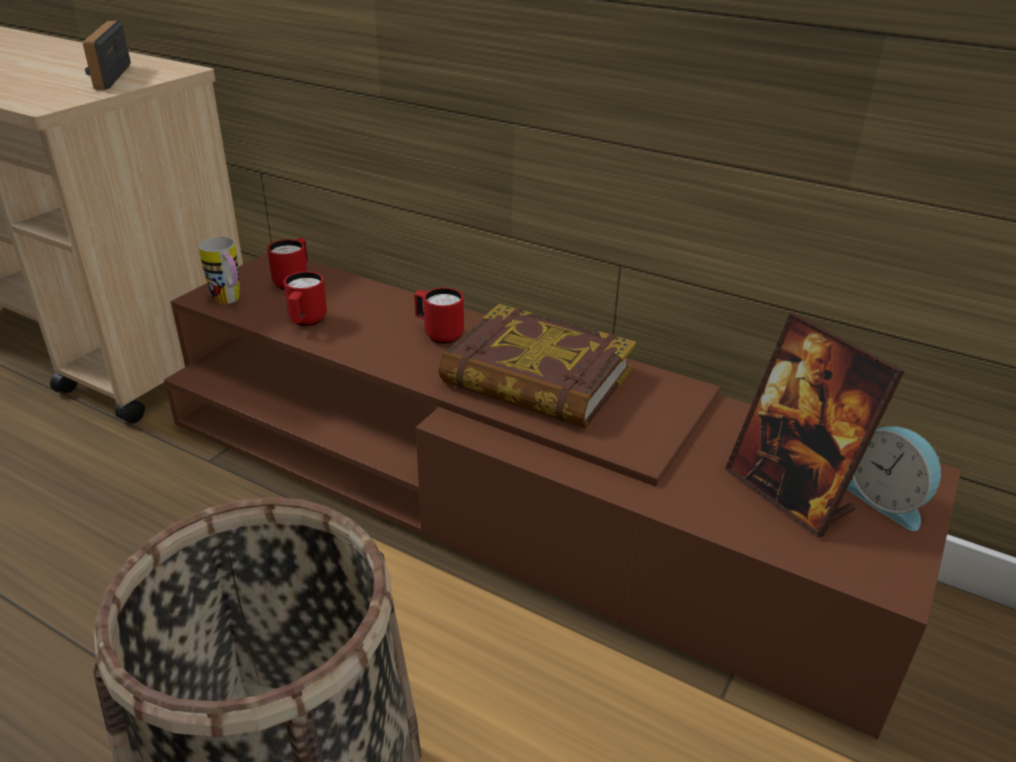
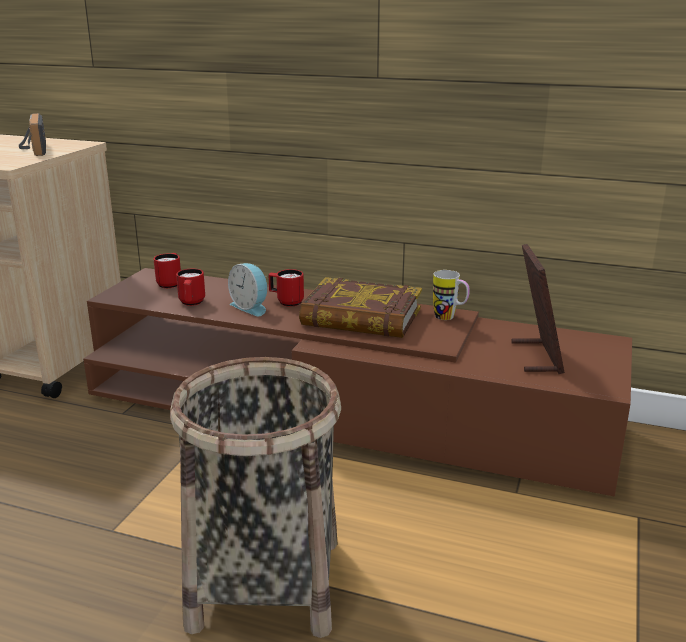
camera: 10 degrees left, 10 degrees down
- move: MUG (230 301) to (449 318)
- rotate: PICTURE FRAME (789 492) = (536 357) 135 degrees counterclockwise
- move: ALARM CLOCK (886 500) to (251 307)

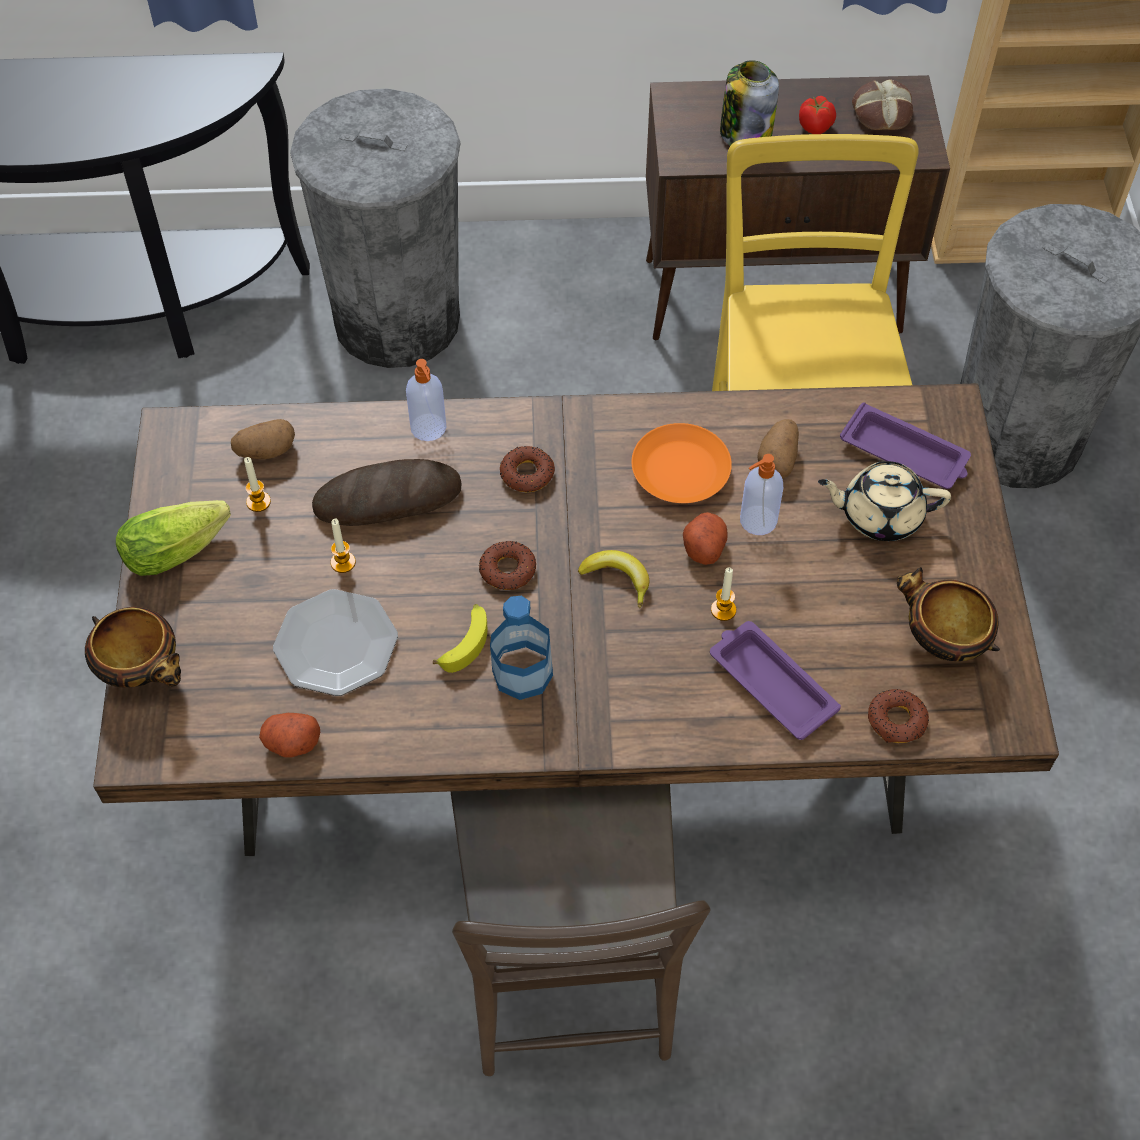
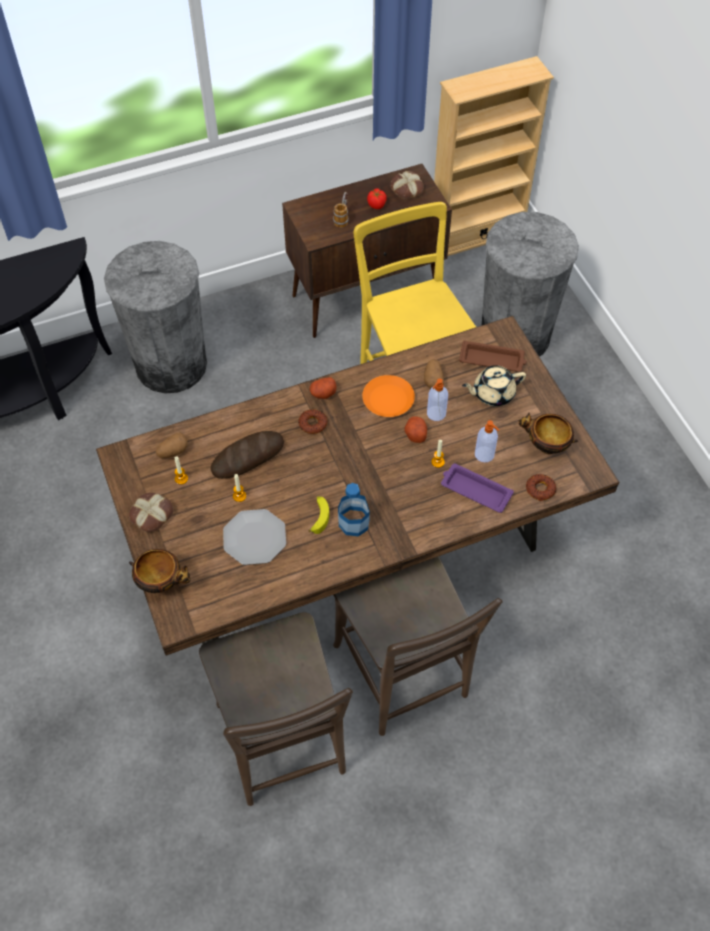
camera: 20 degrees left, 0 degrees up
- replace: LETTUCE (181 548) to BREAD (151 514)
- move: POTATO (291 743) to (323 393)
- move: SOAP DISPENSER (429 428) to (485 455)
- delete: DONUT (507 570)
- delete: BANANA (618 578)
- replace: JAR (745 134) to MUG (342 218)
- recolor: PURPLE TRAY (906 453) to BROWN TRAY (493 360)
- insert: BROWN CHAIR (283 745)

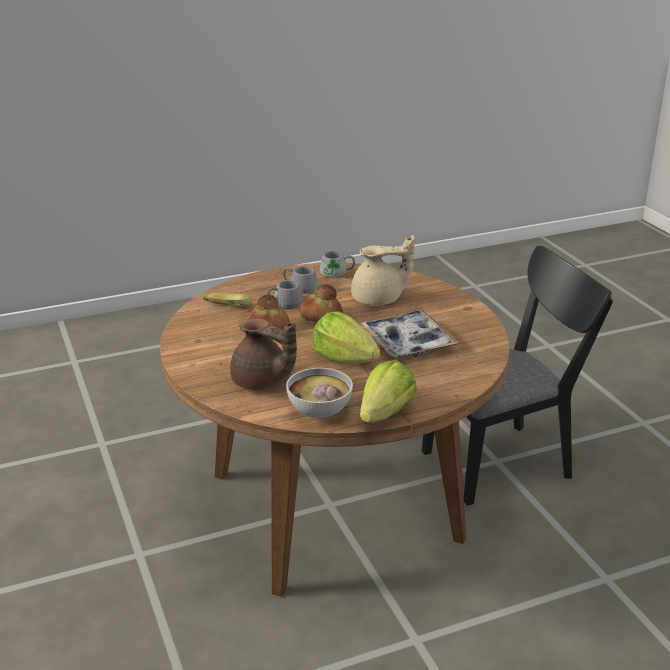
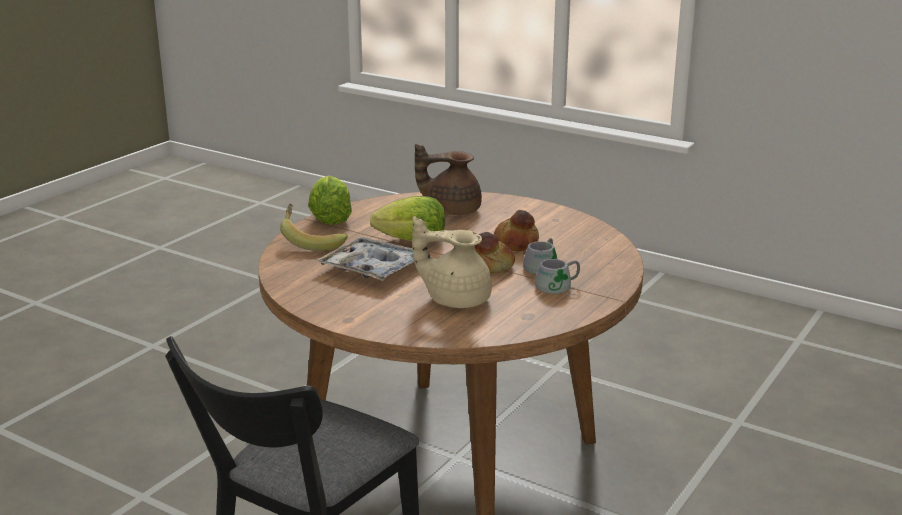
camera: 145 degrees right, 5 degrees down
- move: BANANA (225 313) to (312 242)
- delete: BOWL (319 412)
- delete: GREY MUG (336 274)
- rotate: BEIGE TEAPOT (379 300) = (456 299) 60 degrees clockwise

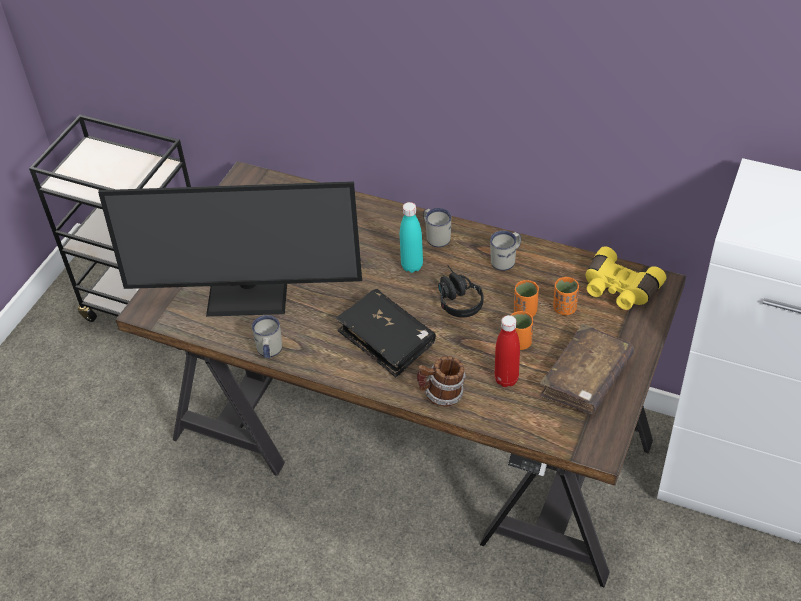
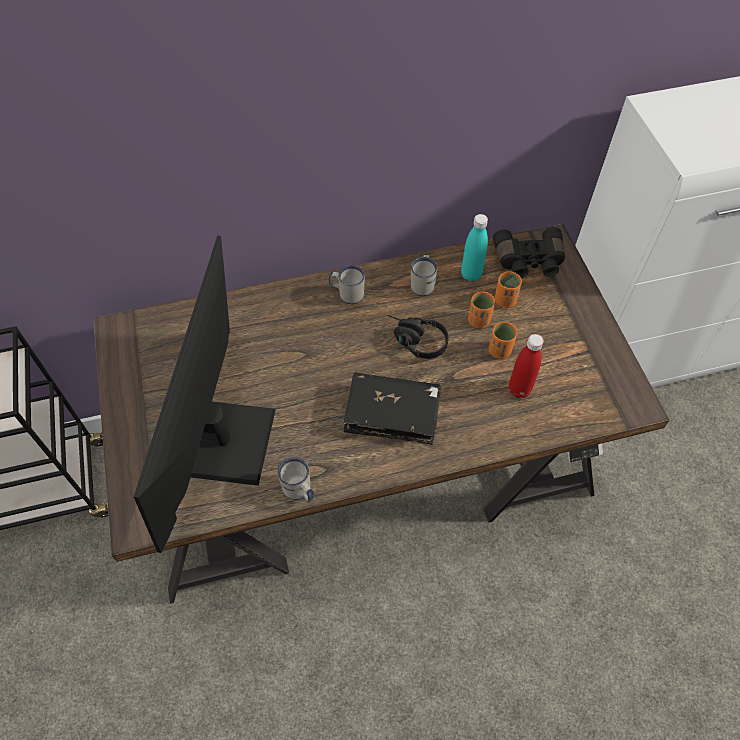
camera: 40 degrees left, 10 degrees up
- rotate: MONITOR (248 289) = (222 440) 135 degrees clockwise
- move: TURQUOISE BOTTLE (412 266) to (471 274)
- delete: MUG (441 395)
- delete: BROWN BOOK (586 378)
- recolor: YELLOW BINOCULARS (618 289) to BLACK BINOCULARS (529 261)

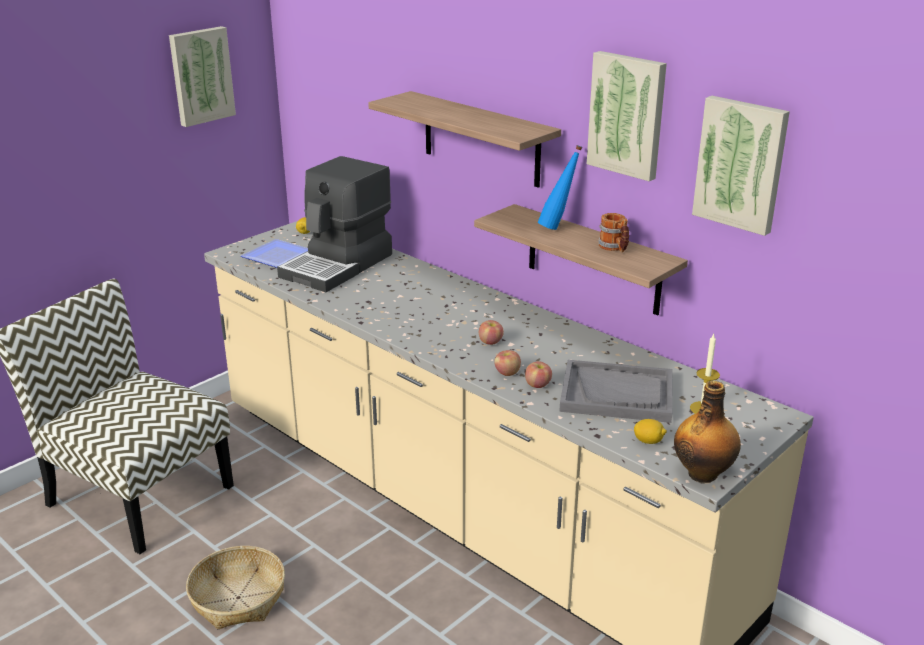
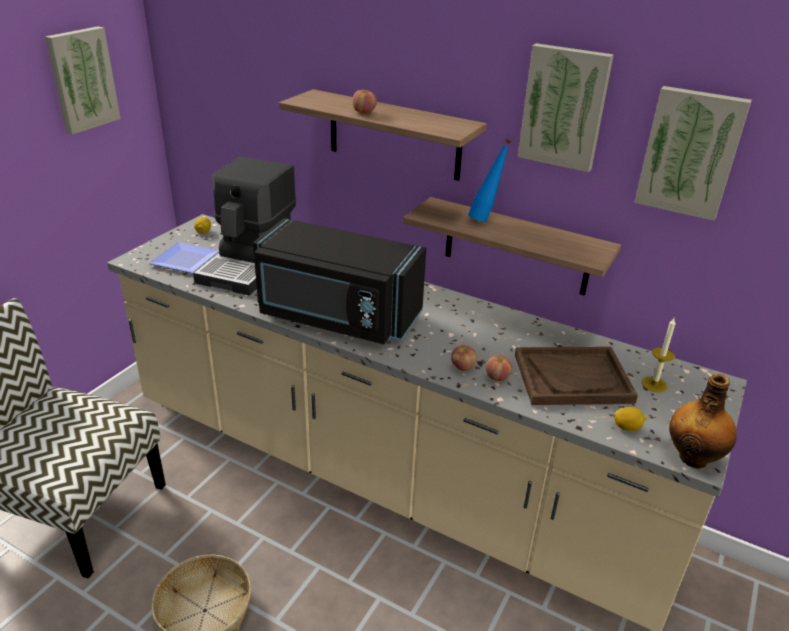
camera: 15 degrees left, 5 degrees up
- move: APPLE (490 342) to (364 112)
- recolor: GREY TRAY (617 394) to BROWN TRAY (572 378)
- delete: MUG (614 248)
- insert: BLACK MICROWAVE (336 317)

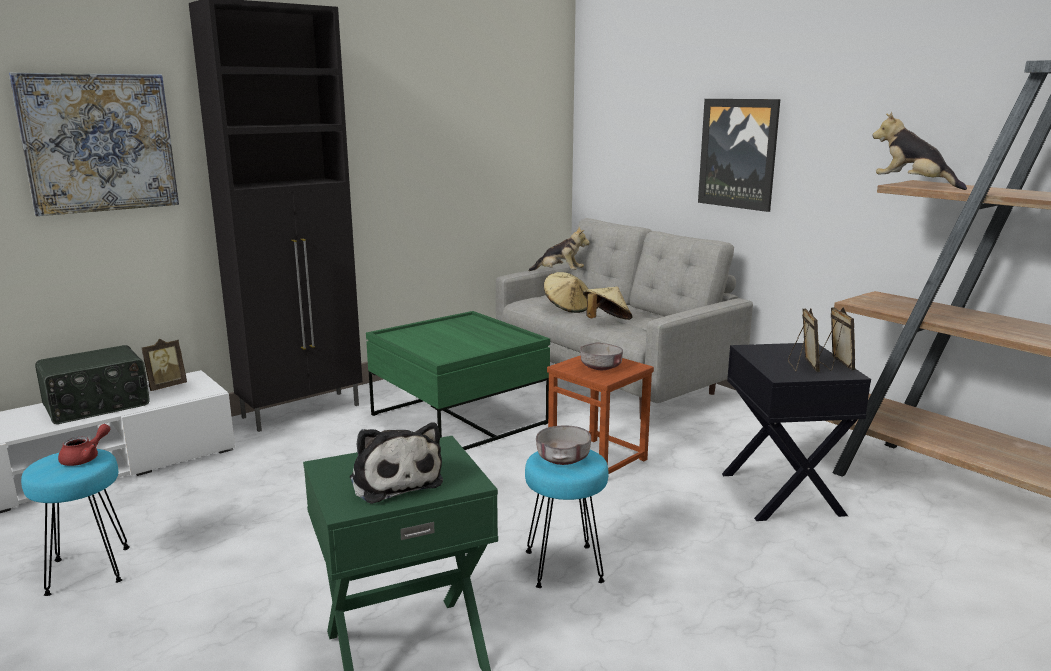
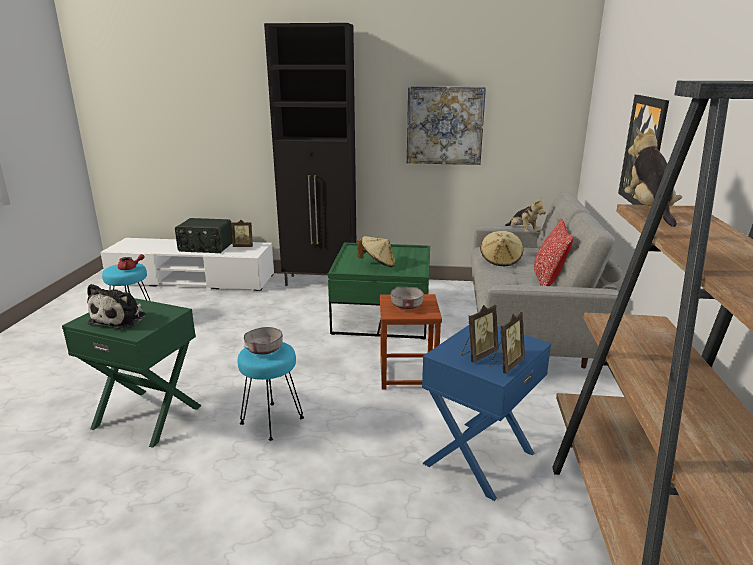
camera: 45 degrees right, 5 degrees up
- move: PICTURE (99 143) to (444 125)
- move: BEIGE HAT (606 322) to (378 264)
- recolor: BLACK SIDE TABLE (780 494) to BLUE SIDE TABLE (477 457)
- insert: PILLOW (548 282)

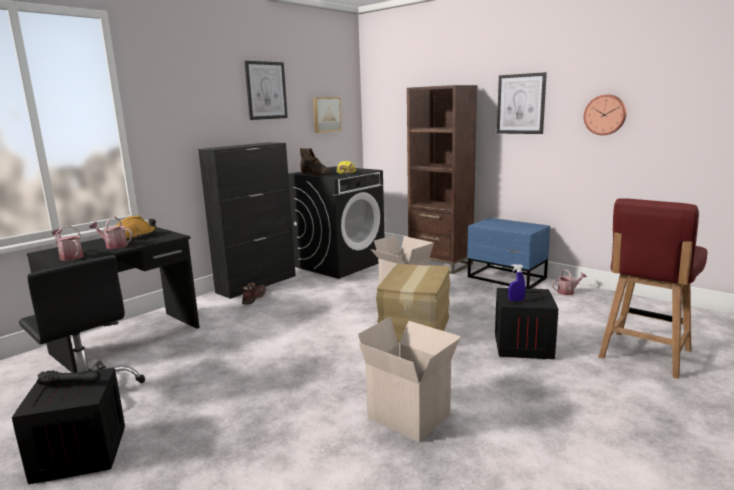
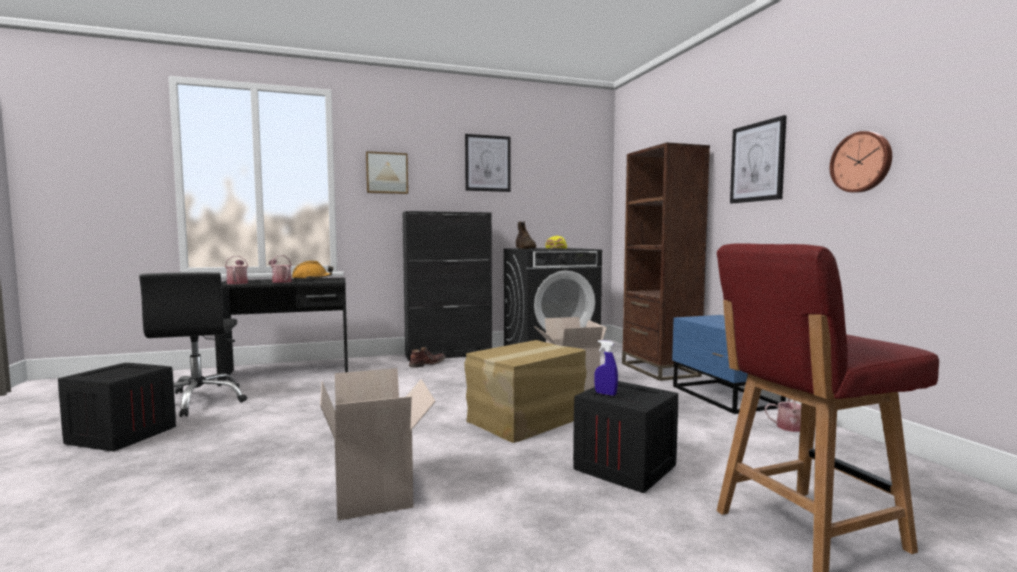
camera: 30 degrees right, 10 degrees down
- delete: BLACK FLASHLIGHT (70 383)
- move: PICTURE (326 114) to (387 173)

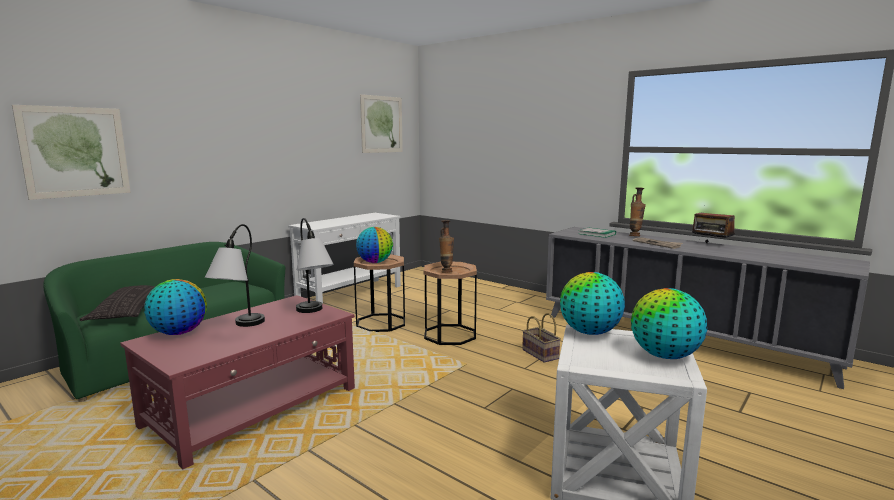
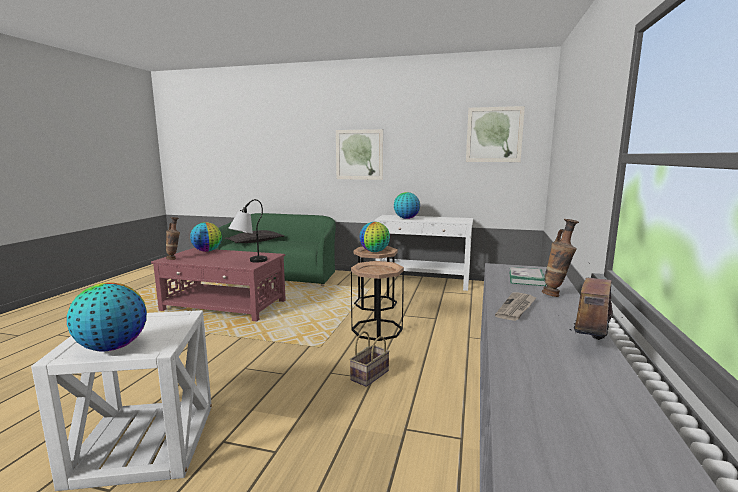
camera: 65 degrees right, 0 degrees up
- move: PICTURE (75 152) to (359 154)
- delete: TABLE LAMP (238 328)
- move: VASE (446 272) to (174 259)
- move: GLOBE (589 332) to (406 218)

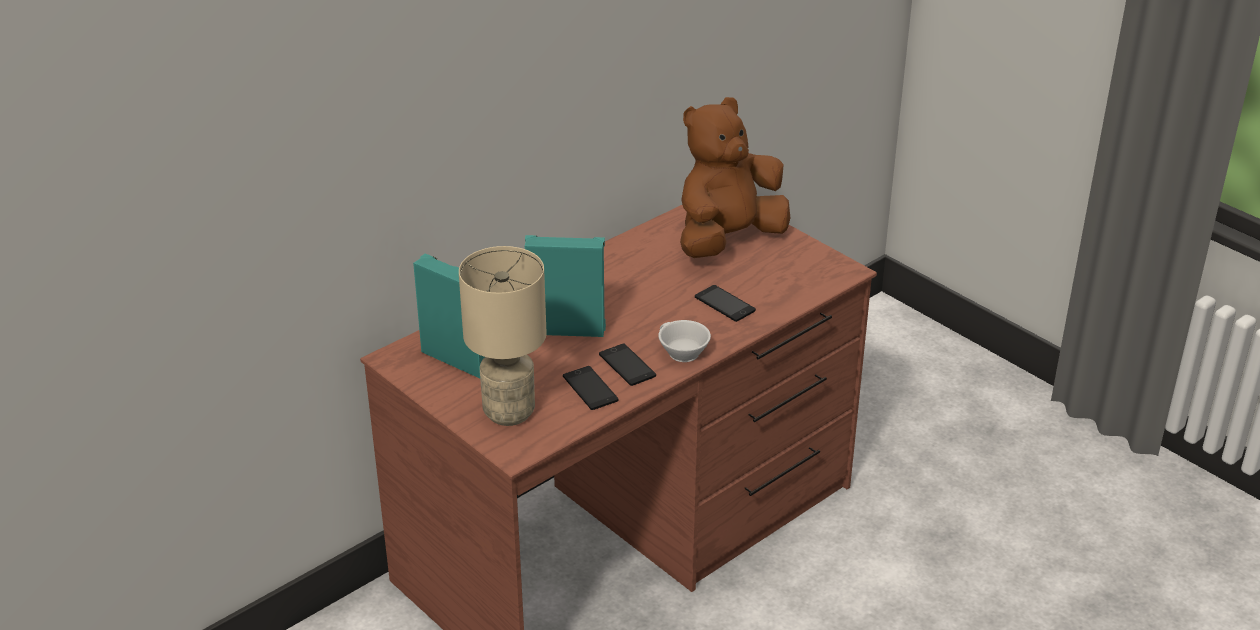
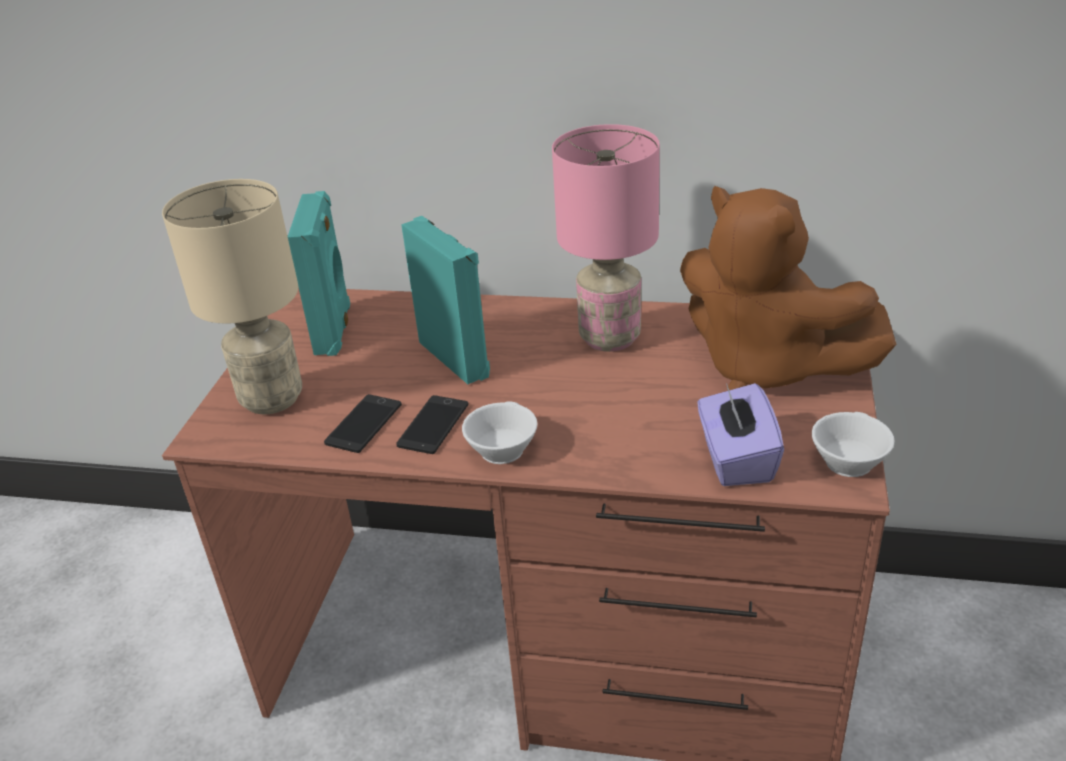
camera: 55 degrees right, 0 degrees up
- rotate: BROWN PLUSH TOY (727 240) = (766 366) 150 degrees counterclockwise
- delete: PHONE (724 304)
- insert: PINK TABLE LAMP (611 338)
- insert: PURPLE TISSUE BOX (735 459)
- insert: WHITE CUP (846 460)

